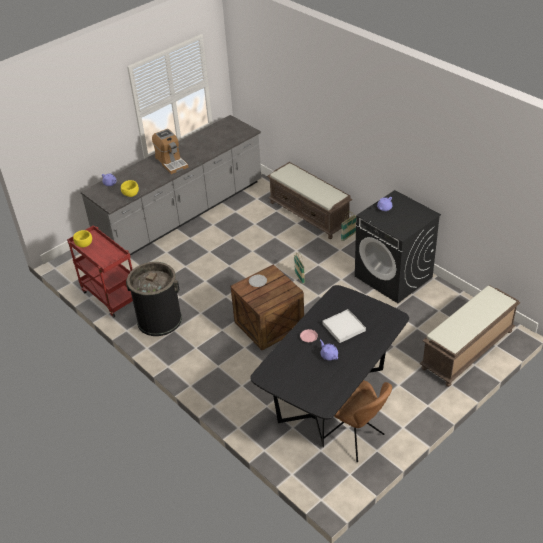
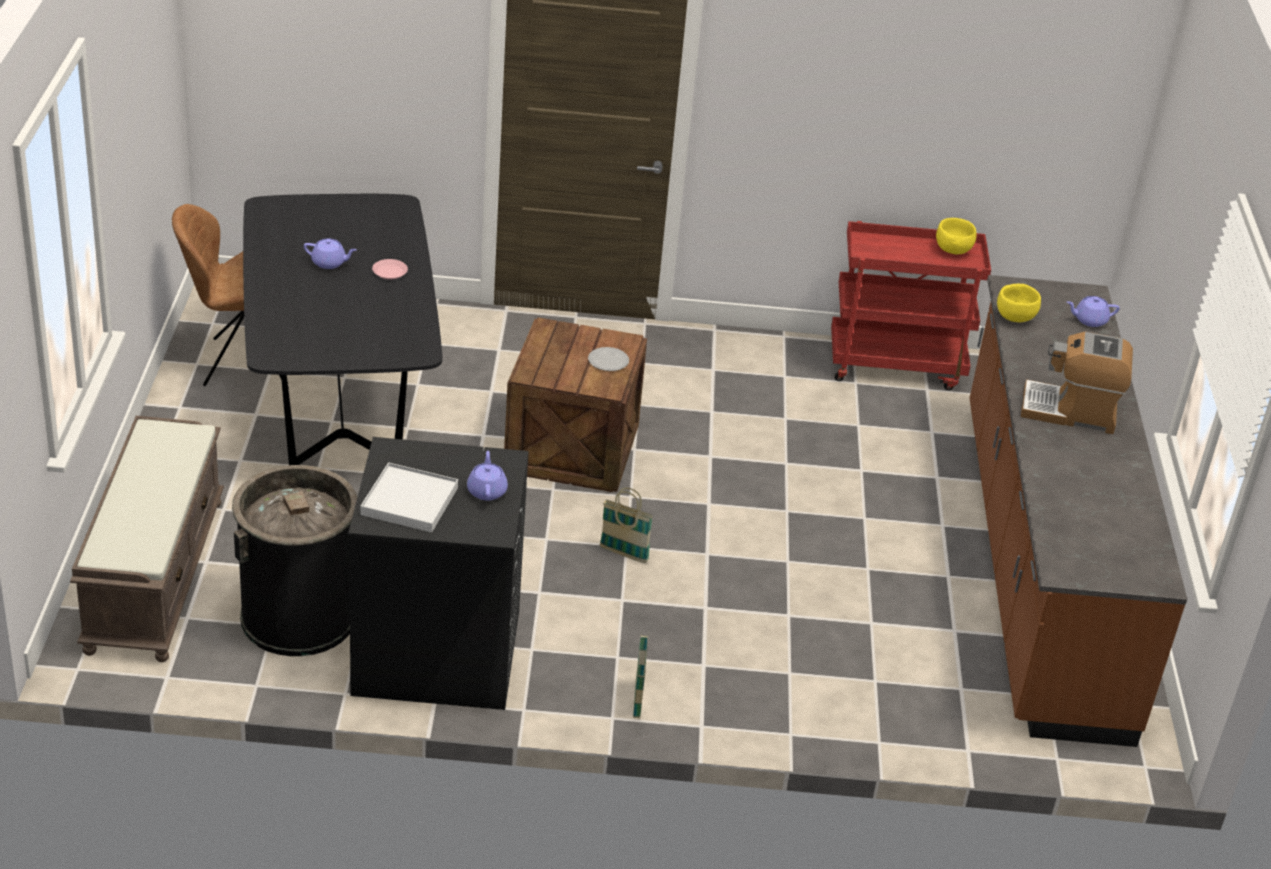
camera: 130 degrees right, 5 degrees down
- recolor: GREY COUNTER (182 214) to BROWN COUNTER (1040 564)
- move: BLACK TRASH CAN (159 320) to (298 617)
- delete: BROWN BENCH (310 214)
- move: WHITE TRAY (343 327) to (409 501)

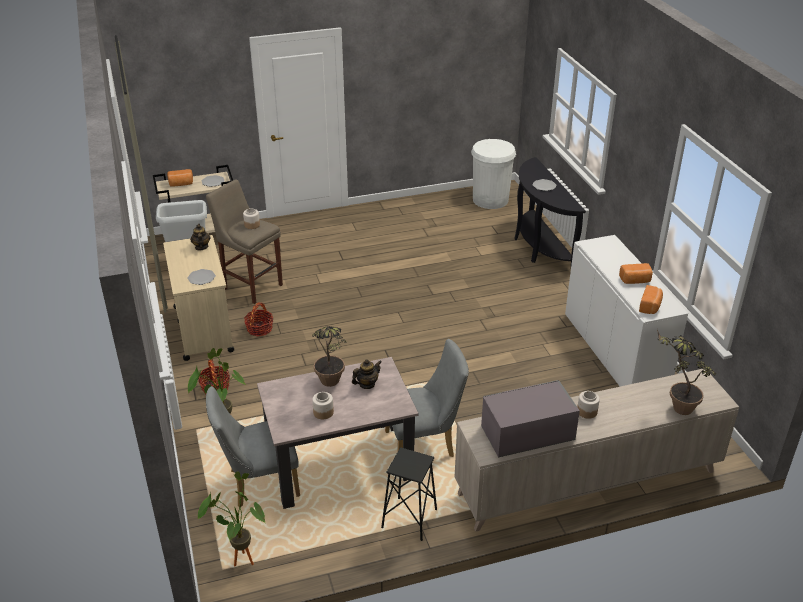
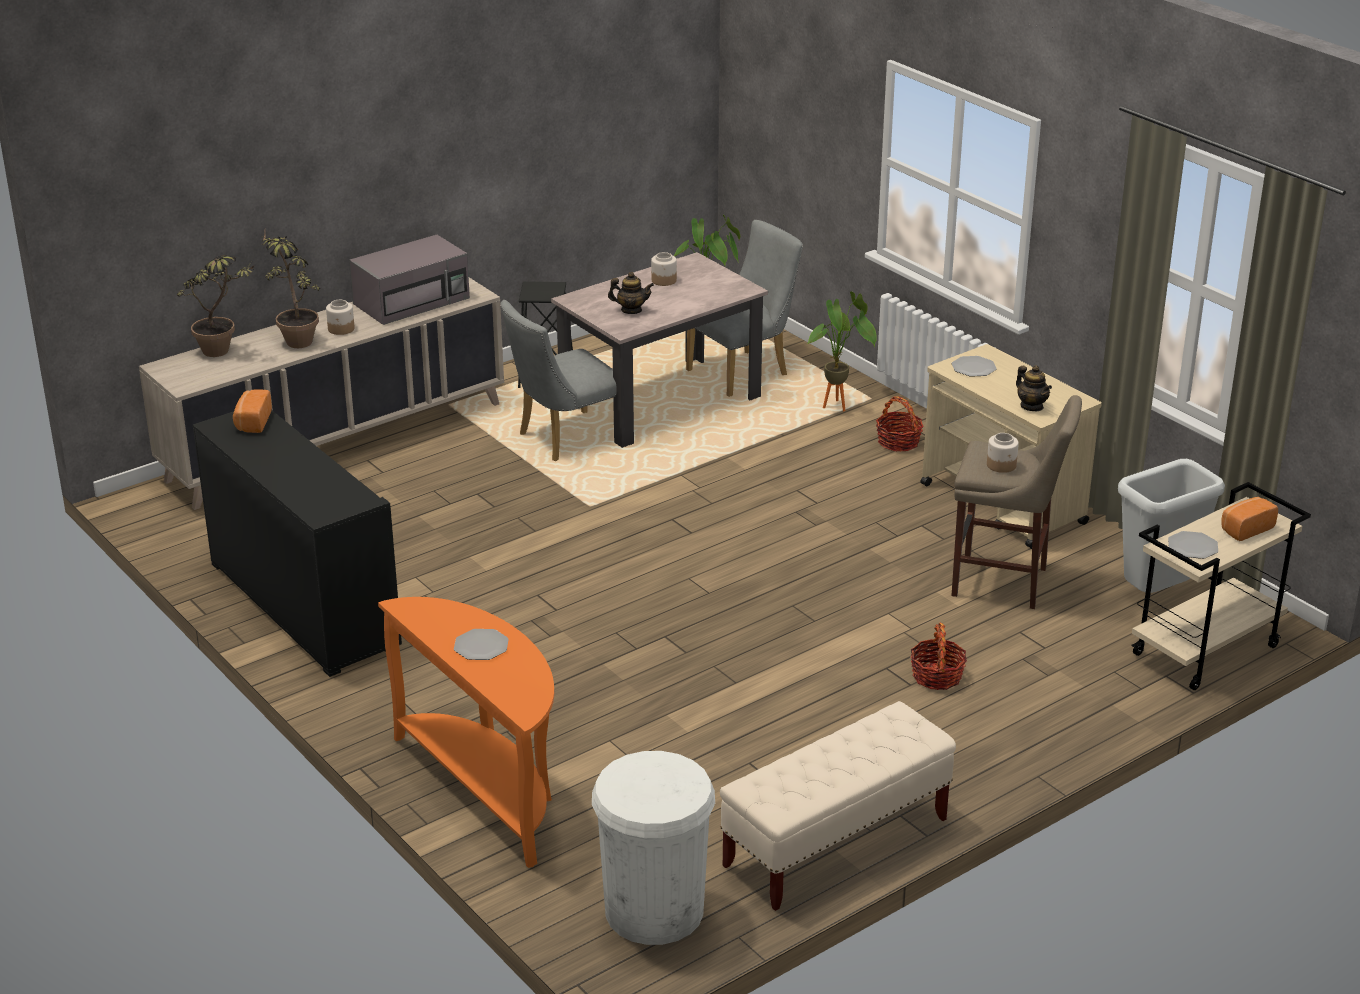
camera: 160 degrees right, 5 degrees down
- move: BASKET (259 329) to (937 676)
- move: POTTED PLANT (331 385) to (295 339)
- rotate: TEAPOT (367 384) = (631 310) 120 degrees counterclockwise
- recolor: BLACK CONSOLE TABLE (538 247) to ORANGE CONSOLE TABLE (488 788)
- recolor: WHITE CABINET (615 351) to BLACK CABINET (304 604)
- delete: BREAD (635 281)
- insert: BEIGE BENCH (835 843)

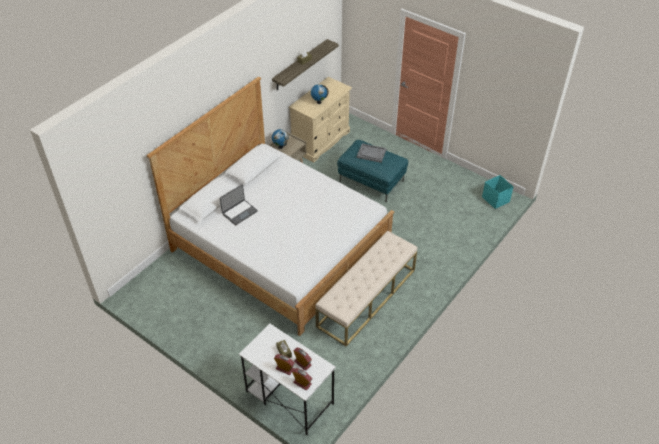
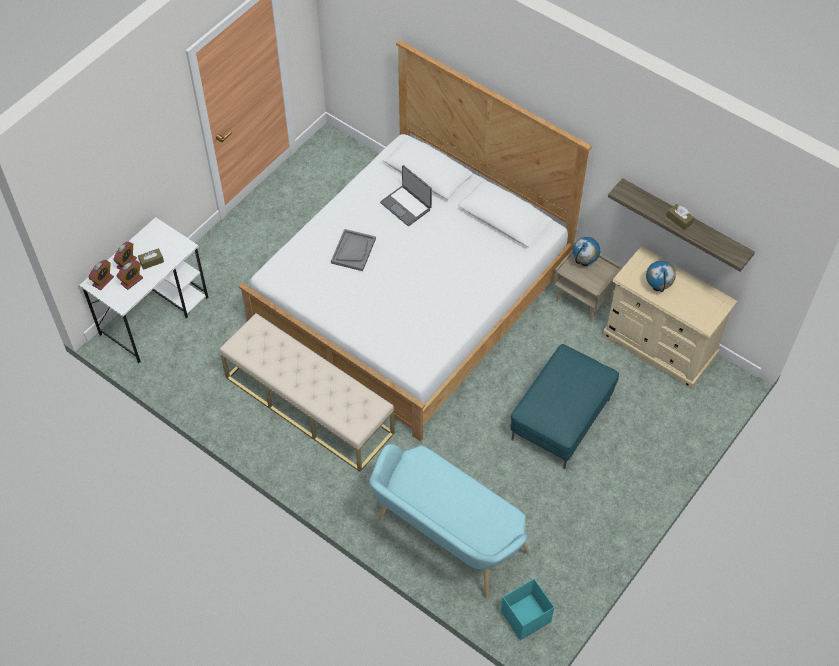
camera: 90 degrees right, 10 degrees up
- move: GREY TRAY (371 153) to (353 251)
- insert: TURQUOISE BENCH (445 540)

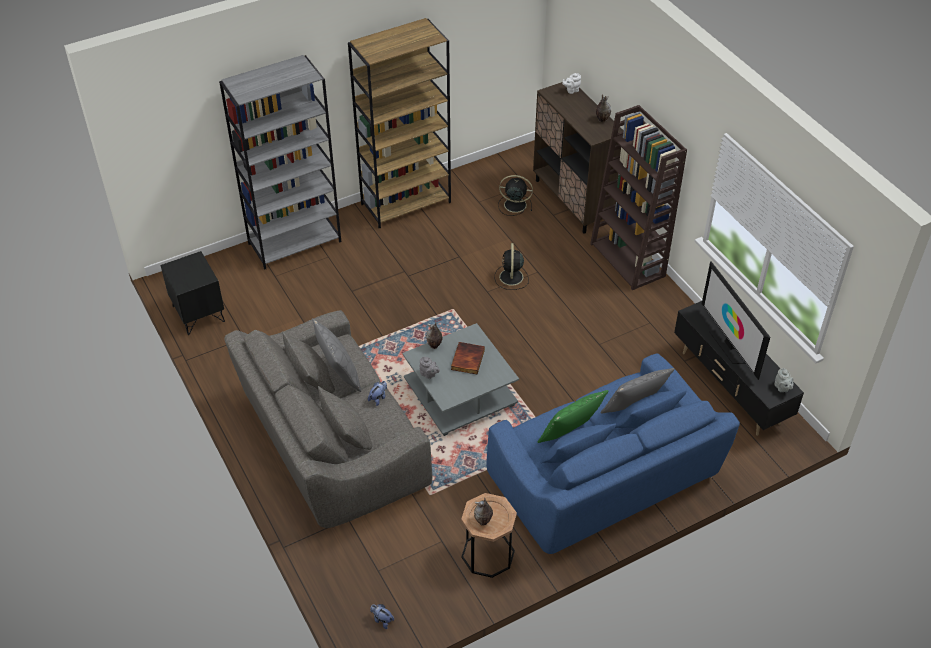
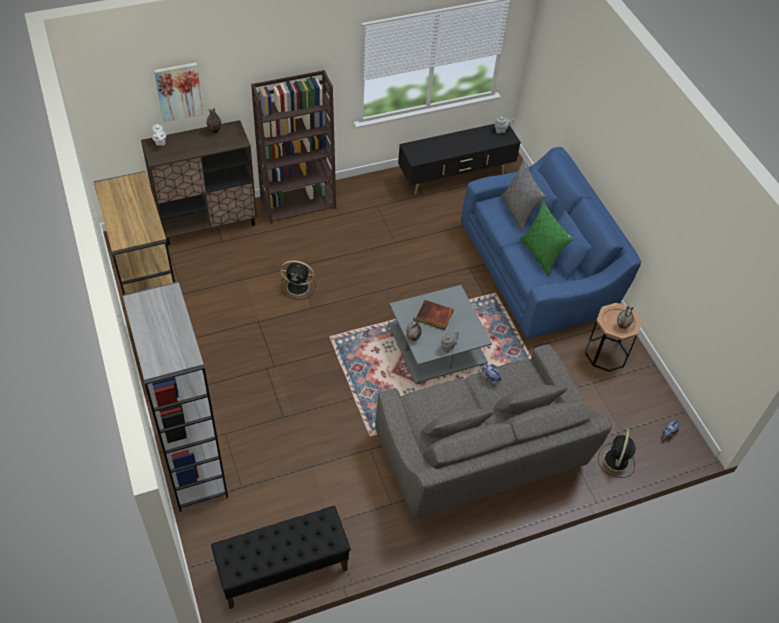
camera: 85 degrees left, 5 degrees up
- replace: BLACK NIGHTSTAND (198 314) to BLACK BENCH (282 569)
- delete: GREY PILLOW (339 373)
- move: BLACK FAN (514 205) to (616 461)
- delete: TELEVISION (729 345)
- insert: PICTURE (179 91)

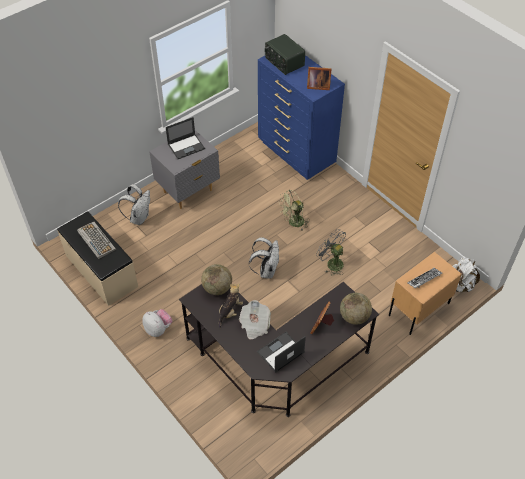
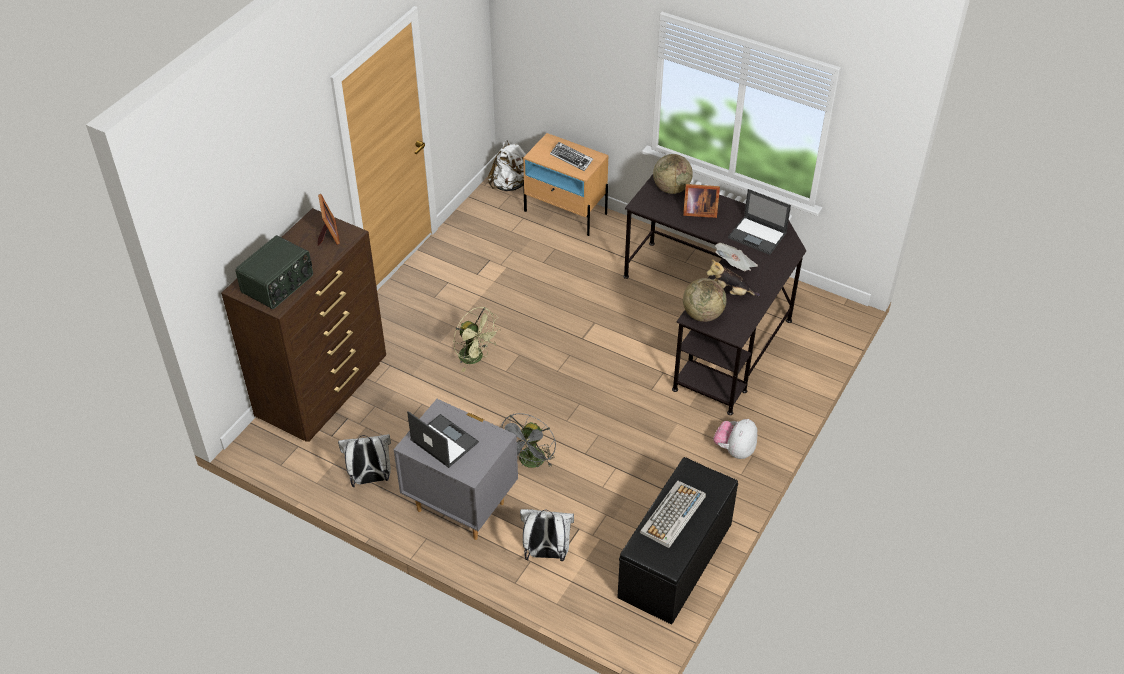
camera: 110 degrees left, 5 degrees down
- recolor: BEIGE BENCH (101 271) to BLACK BENCH (676 560)
- move: WHITE BACKPACK (266 270) to (370 479)
- recolor: BLUE DRESSER (296 154) to BROWN DRESSER (324 391)
- move: GREY FAN (331 263) to (530 463)

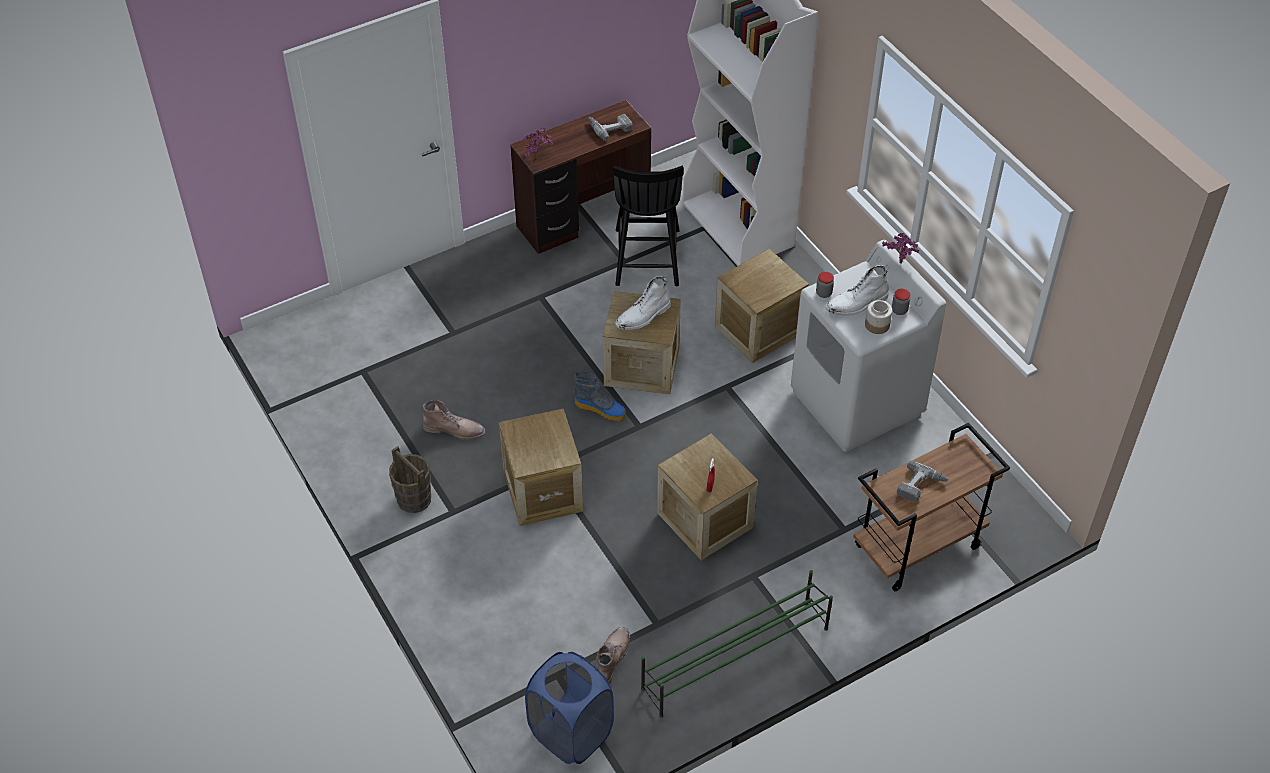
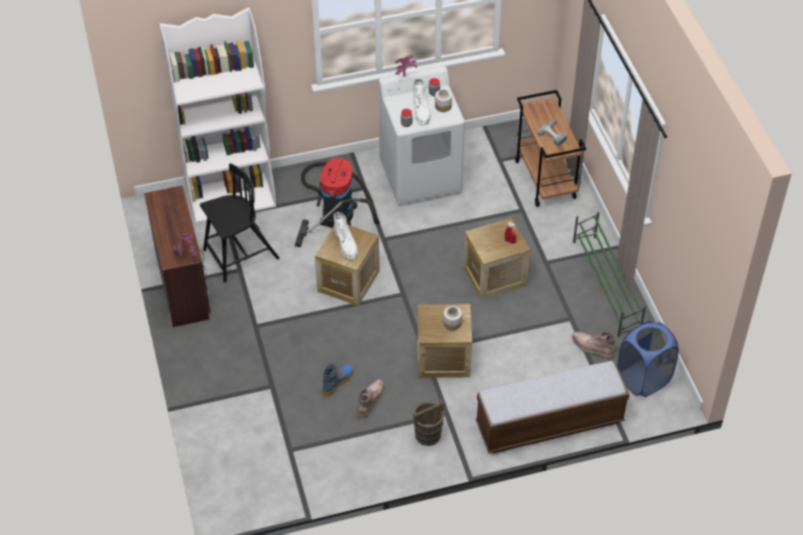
camera: 75 degrees left, 0 degrees up
- move: BOOT (601 409) to (337 382)
- delete: POWER DRILL (609 127)
- rotate: BLACK CHAIR (647 256) = (240 255) 45 degrees counterclockwise
- replace: CRATE (758 330) to VACUUM CLEANER (338 211)
- insert: JAR (452 323)
- insert: BENCH (549 423)

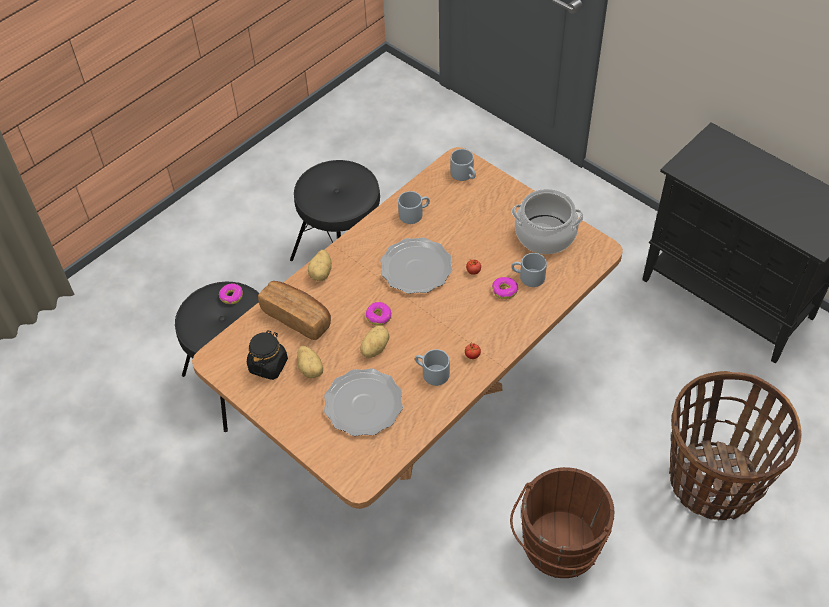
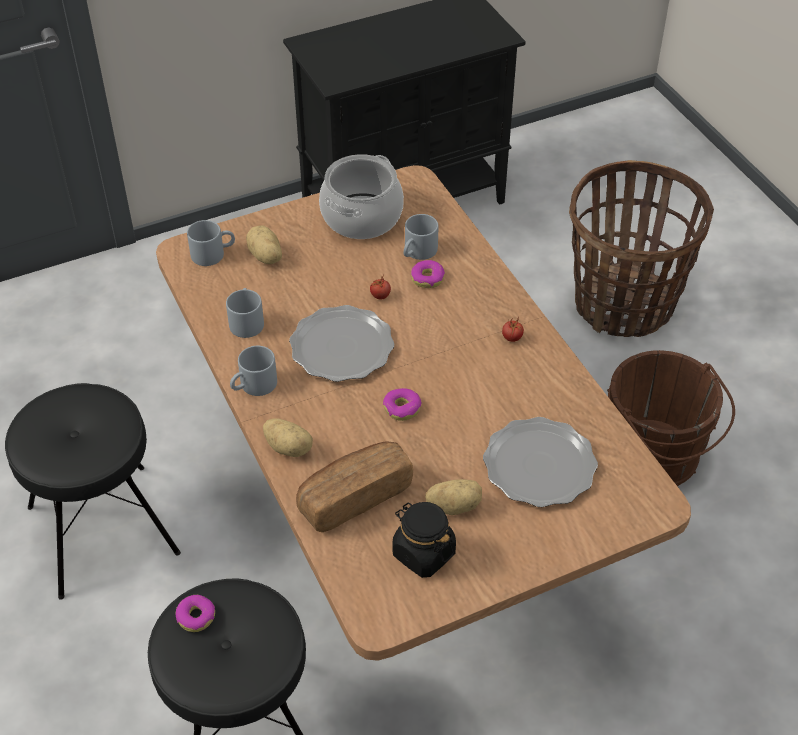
camera: 70 degrees left, 5 degrees down
- move: POTATO (374 348) to (265 257)
- move: GREY MUG (431 373) to (254 386)

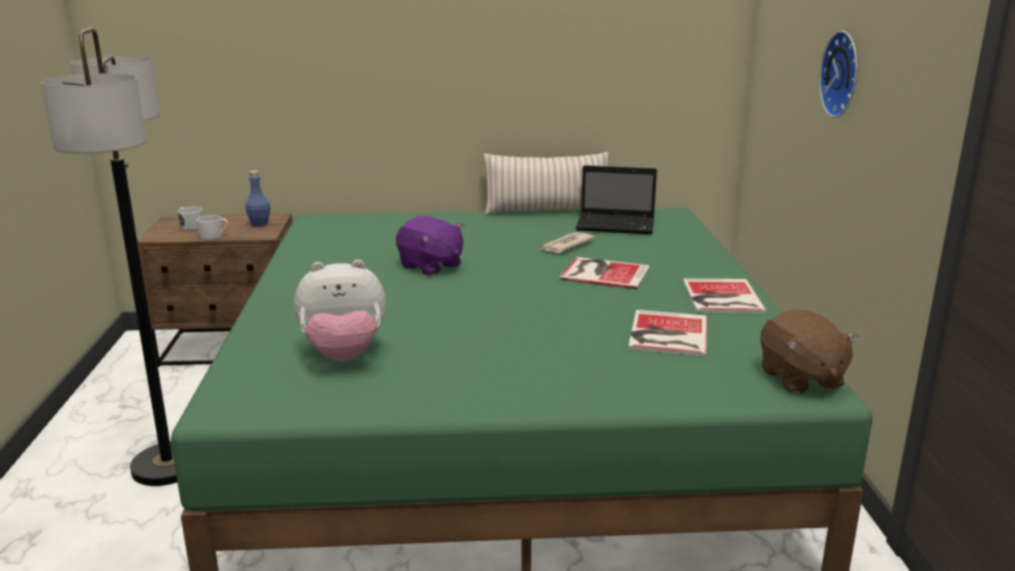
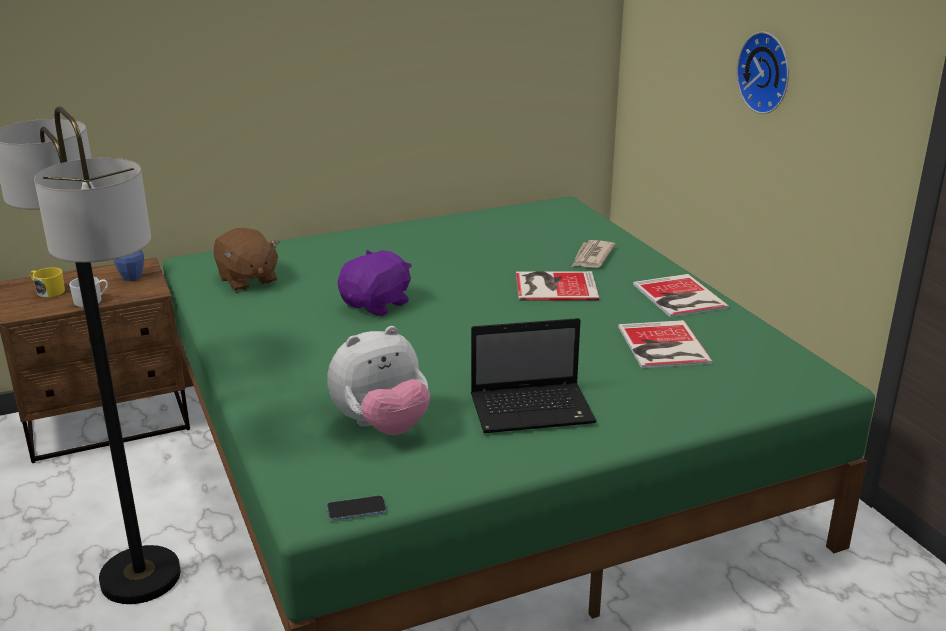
camera: 20 degrees left, 5 degrees up
- recolor: WHITE MUG (190 226) to YELLOW MUG (48 291)
- rotate: PURPLE PLUSH TOY (430 266) = (377 304) 75 degrees counterclockwise
- delete: BEIGE PILLOW (547 211)
- move: NEWSPAPER (565 245) to (591 257)
- move: LAPTOP (617 225) to (534 410)
- move: BROWN PLUSH TOY (800 379) to (247 280)
- insert: PHONE (356 510)

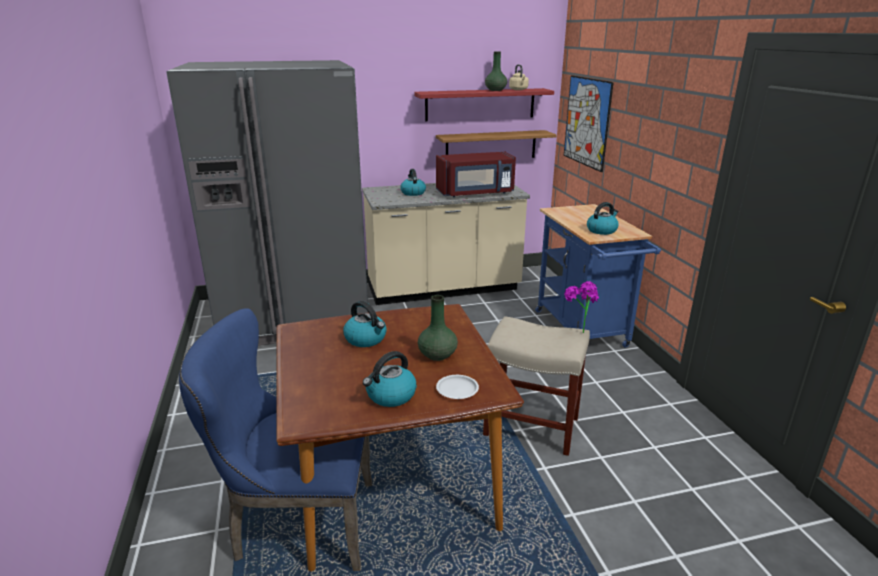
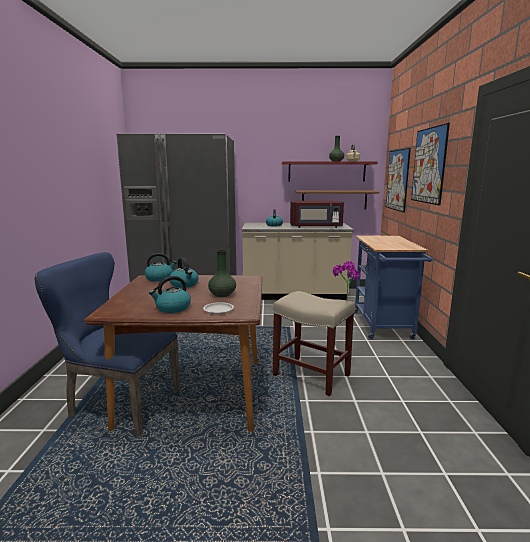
camera: 15 degrees right, 10 degrees down
- move: KETTLE (602 230) to (160 278)
- insert: PICTURE (428 165)

